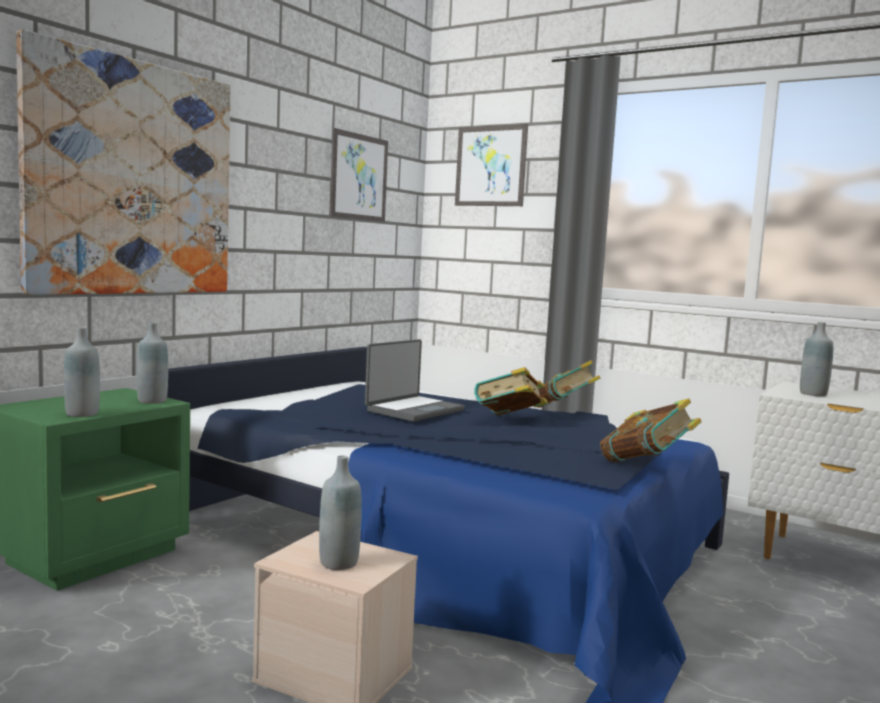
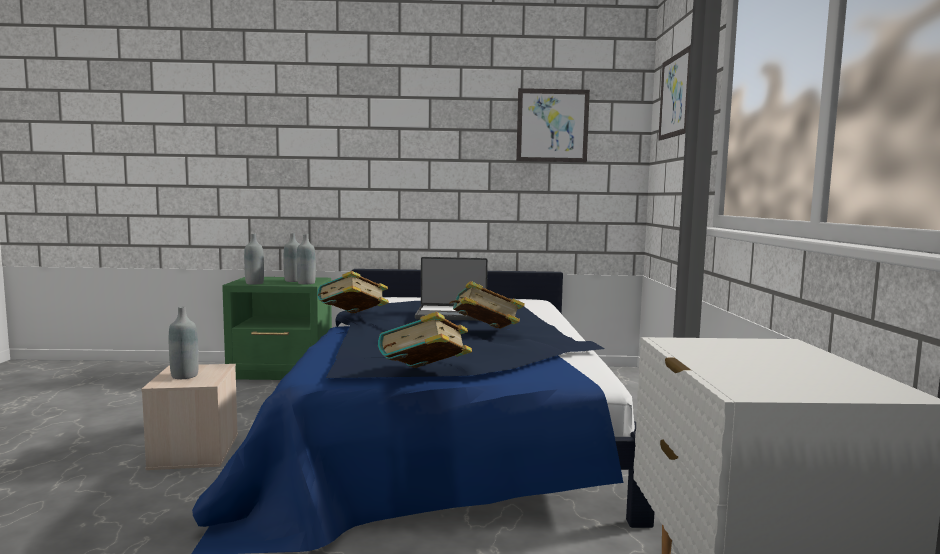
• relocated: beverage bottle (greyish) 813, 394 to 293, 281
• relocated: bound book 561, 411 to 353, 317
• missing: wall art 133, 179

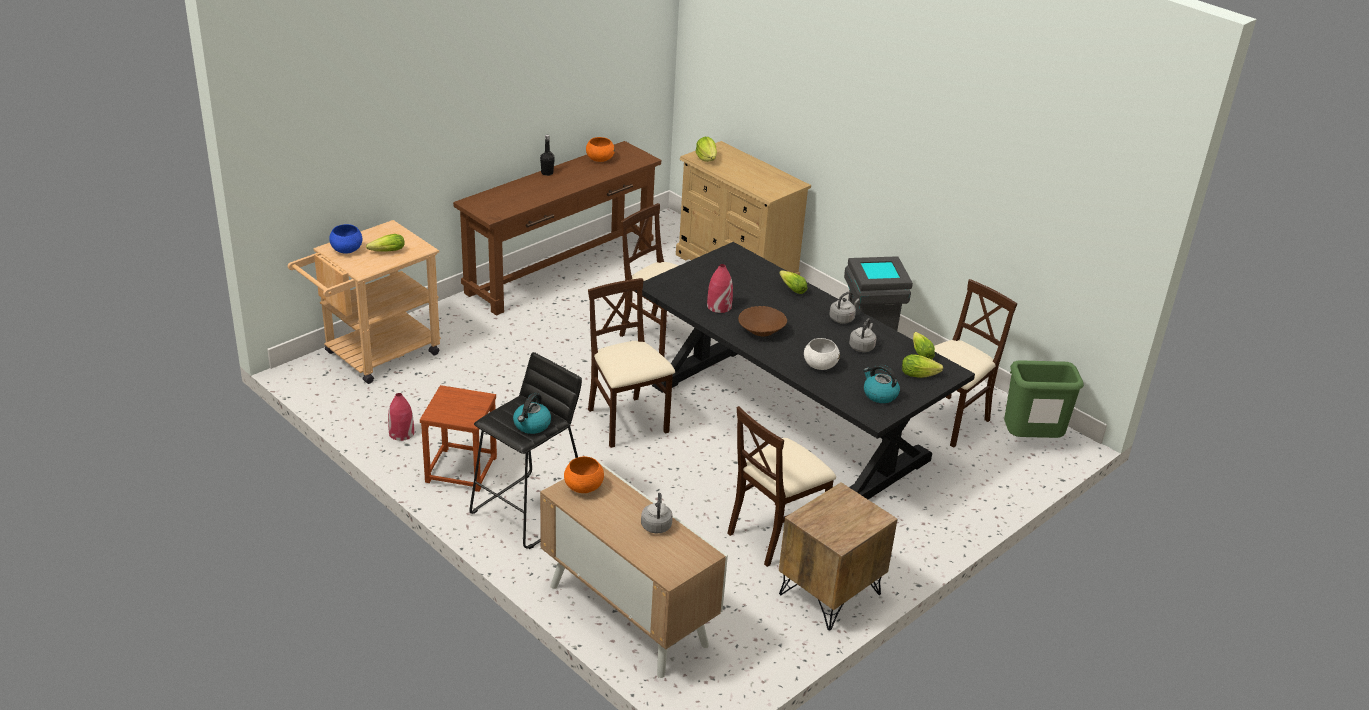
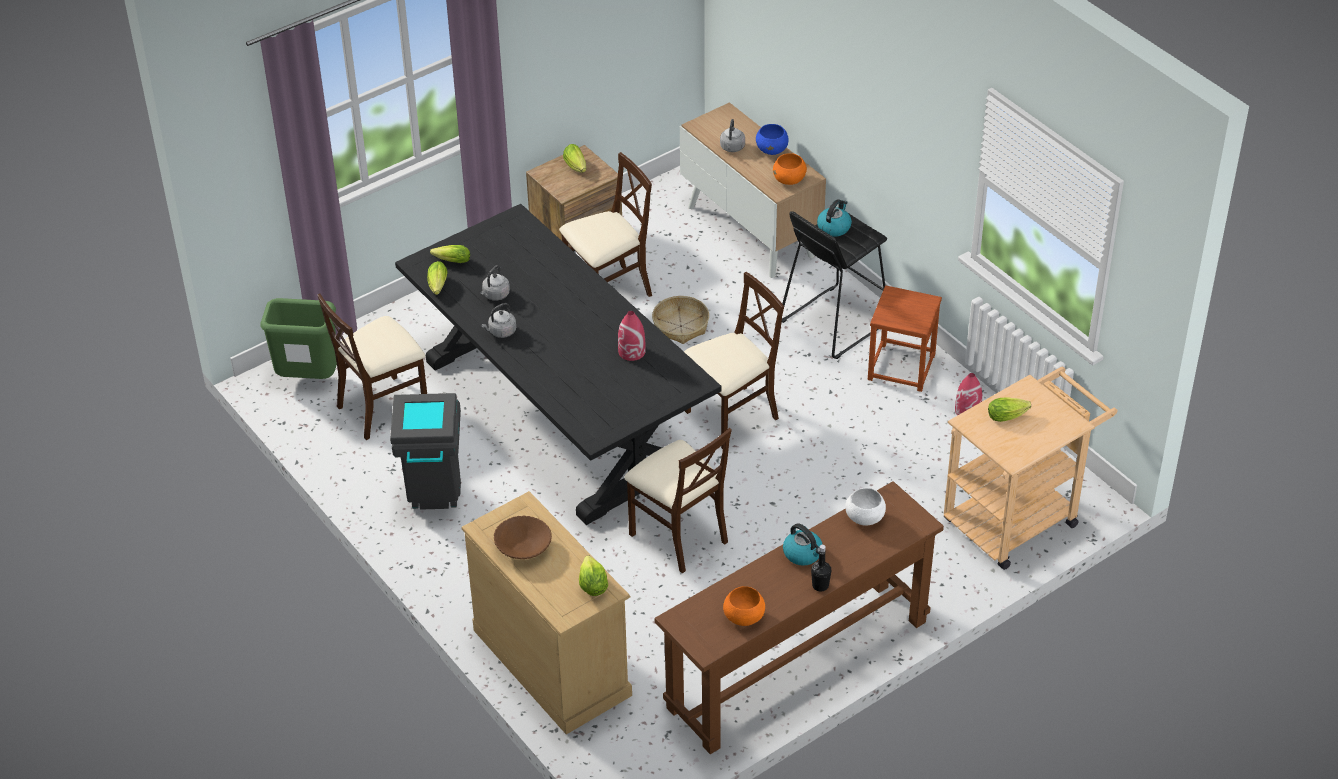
• relocated: bowl (brown-coloured) 761, 331 to 523, 548
• relocated: head of lettuce 791, 288 to 576, 167
• appeared: household basket 681, 326
• spun: chair (beige-coloured) 627, 422 = 731, 417 105 degrees counterclockwise
• relocated: bowl (blue-coloured) 346, 250 to 772, 150
• relocated: kettle 879, 394 to 803, 554
• relocated: bowl (white) 820, 365 to 865, 518

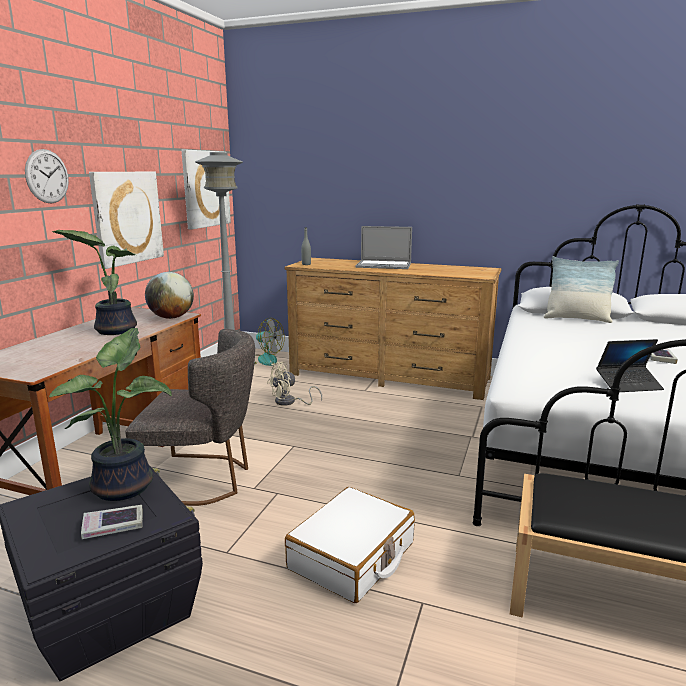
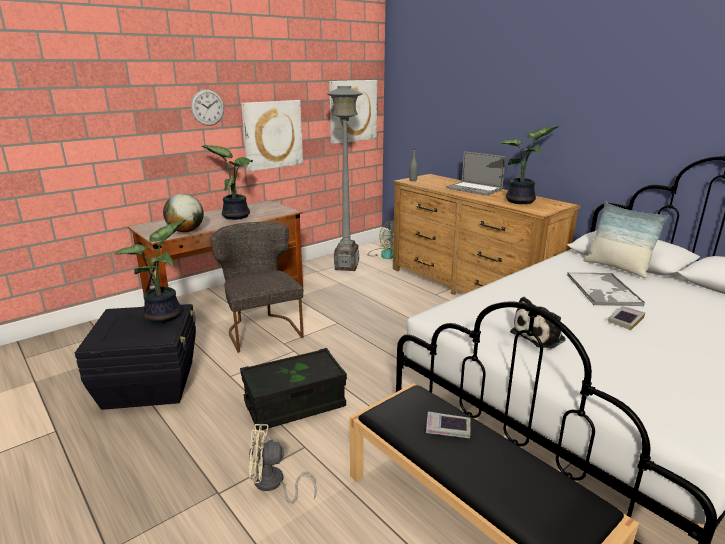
• relocated: world globe 171, 317 to 186, 231
• spun: chair (greyish) 204, 479 = 261, 329 150 degrees counterclockwise
• exchanged: suitcase (white) 352, 556 to storage box (black-coloured) 295, 404
• relocated: cooling fan (beige-coloured) 289, 402 to 273, 484
• relocated: bound book 113, 526 to 448, 428
• appeared: plant in a pot 522, 201
• exchanged: notebook computer 628, 385 to plush toy 540, 336
• appeared: carrying tray 603, 290

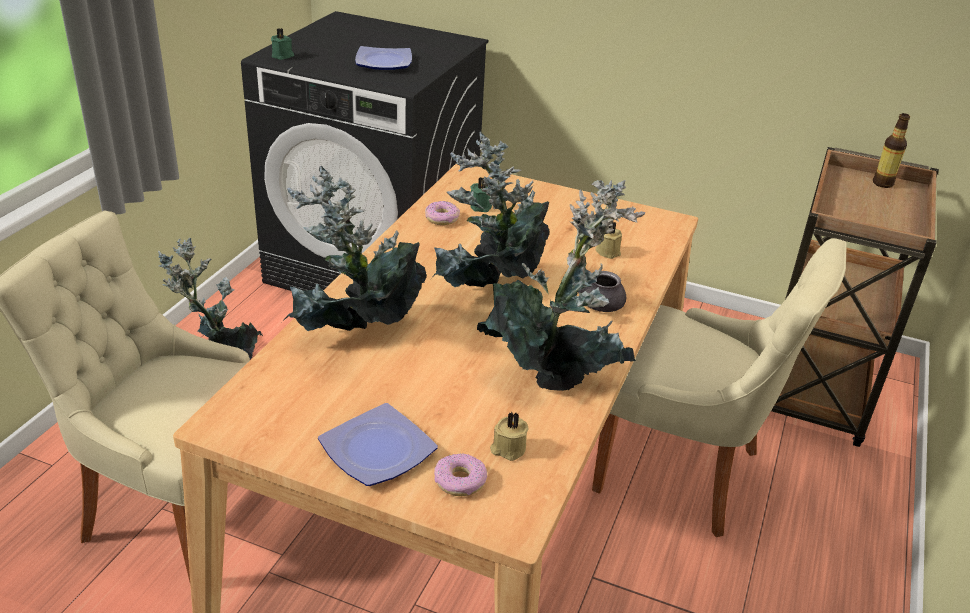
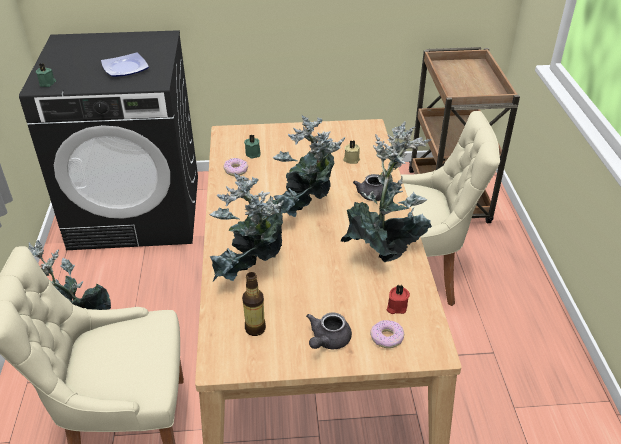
• relocated: beverage bottle 882, 183 to 255, 328
• exchanged: flat dish 377, 452 to tea pot (greyish) 327, 341
• colour: wax candle (beige-coloured) 508, 449 to wax candle (reddish) 396, 307

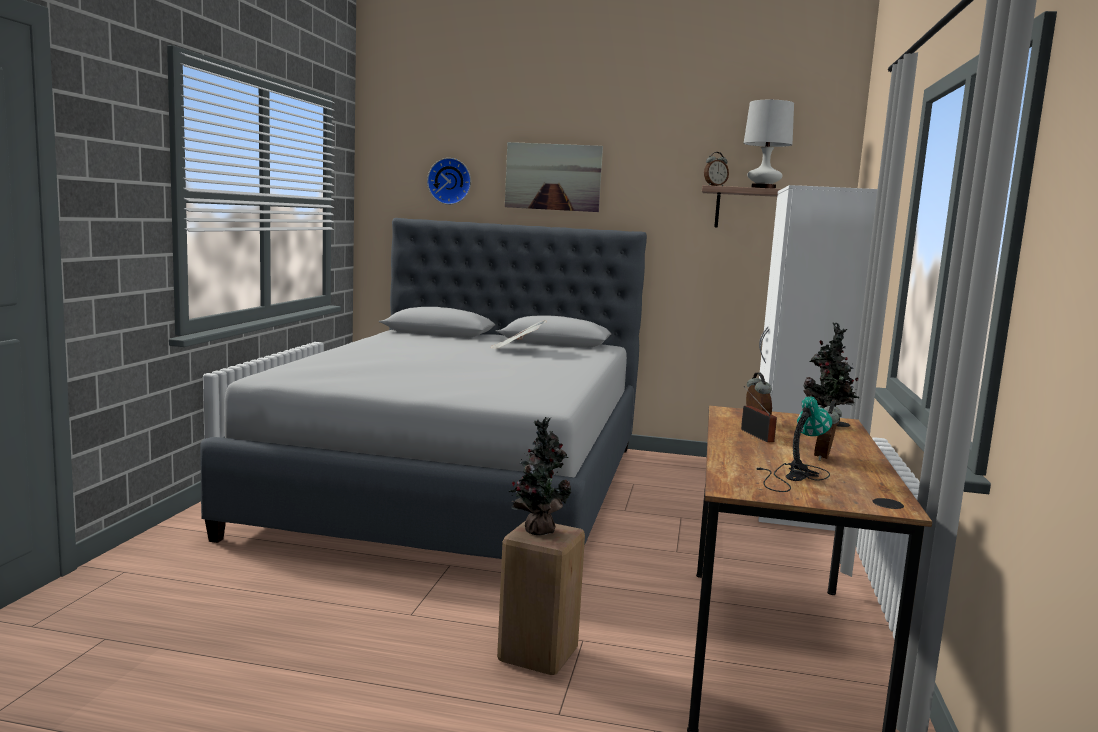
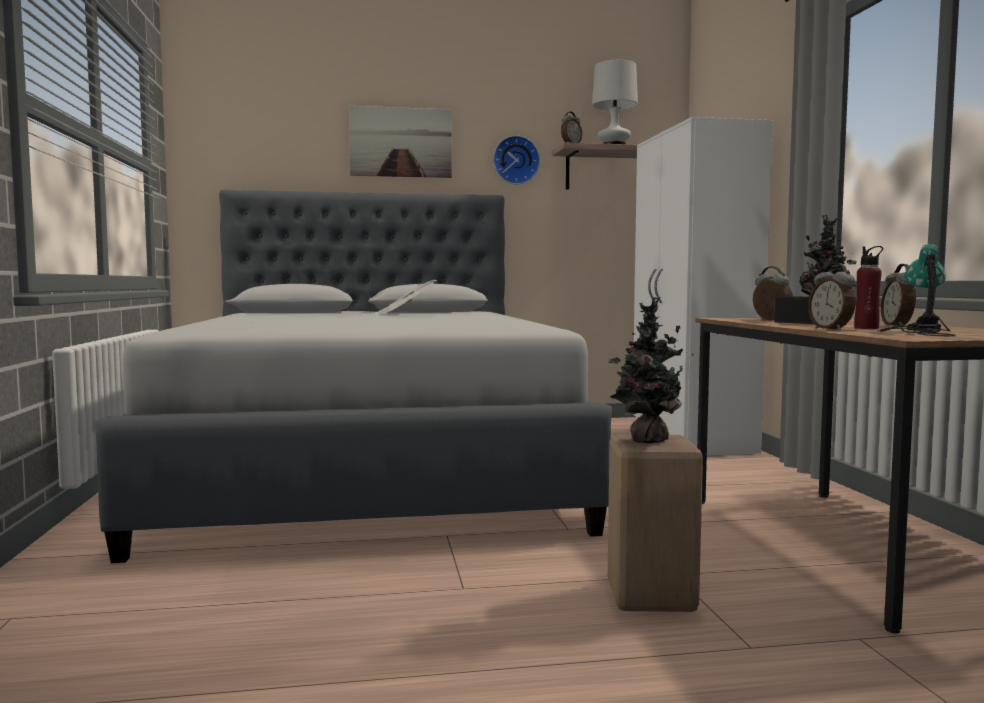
• relocated: wall clock 450, 181 to 515, 160
• appeared: table clock 831, 329
• appeared: beverage bottle (reddish) 866, 328

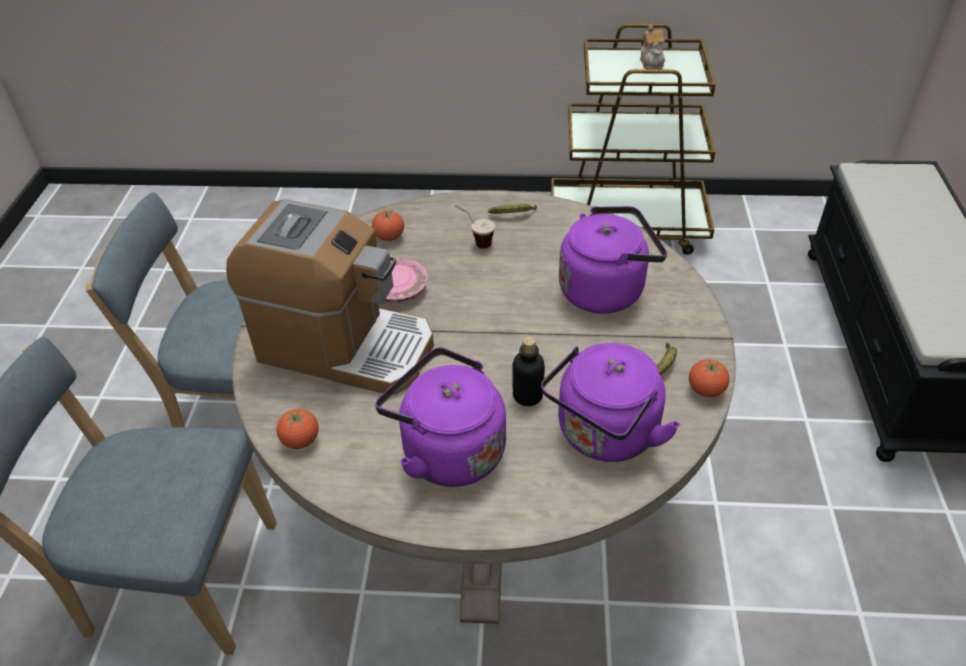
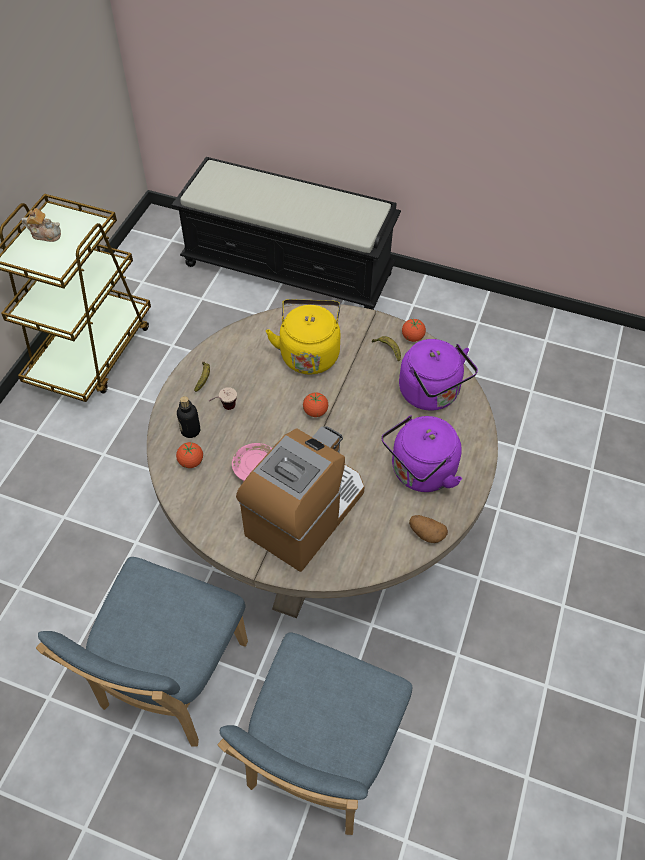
• relocated: beverage bottle 527, 396 to 190, 430
• colour: kettle (purplish) 606, 290 to kettle (yellow-coloured) 309, 353
• relocated: fresh tomato 300, 440 to 315, 411
• appeared: spud 426, 533

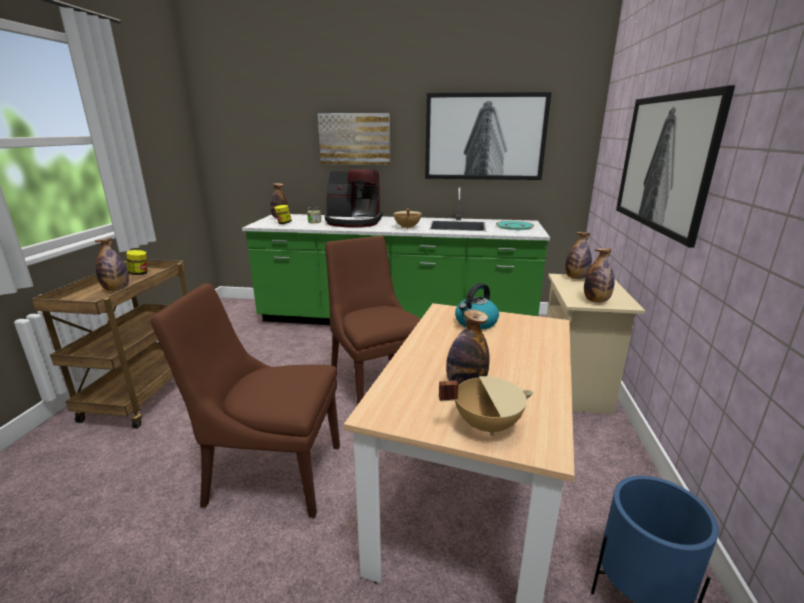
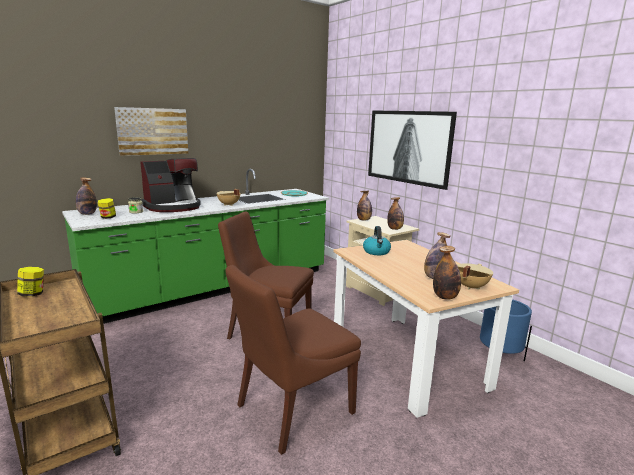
• relocated: beverage bottle 116, 289 to 445, 297
• missing: wall art 485, 137

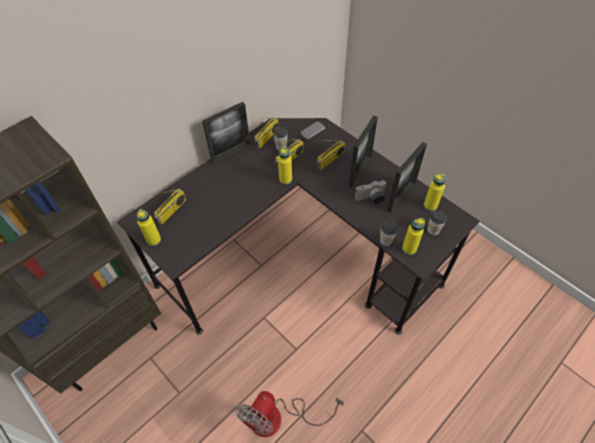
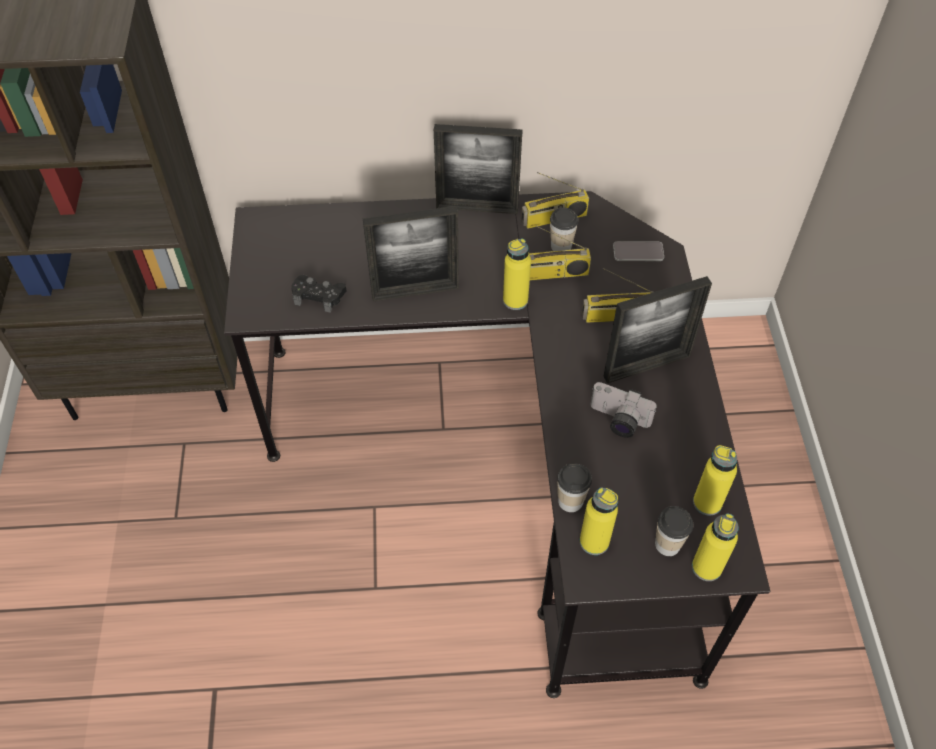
• appeared: gamepad (black-coloured) 318, 296
• relocated: standing frame 401, 197 to 415, 291
• relocated: beverage bottle (yellow-coloured) 154, 240 to 706, 567
• missing: radio receiver 171, 211
• missing: cooling fan 278, 418

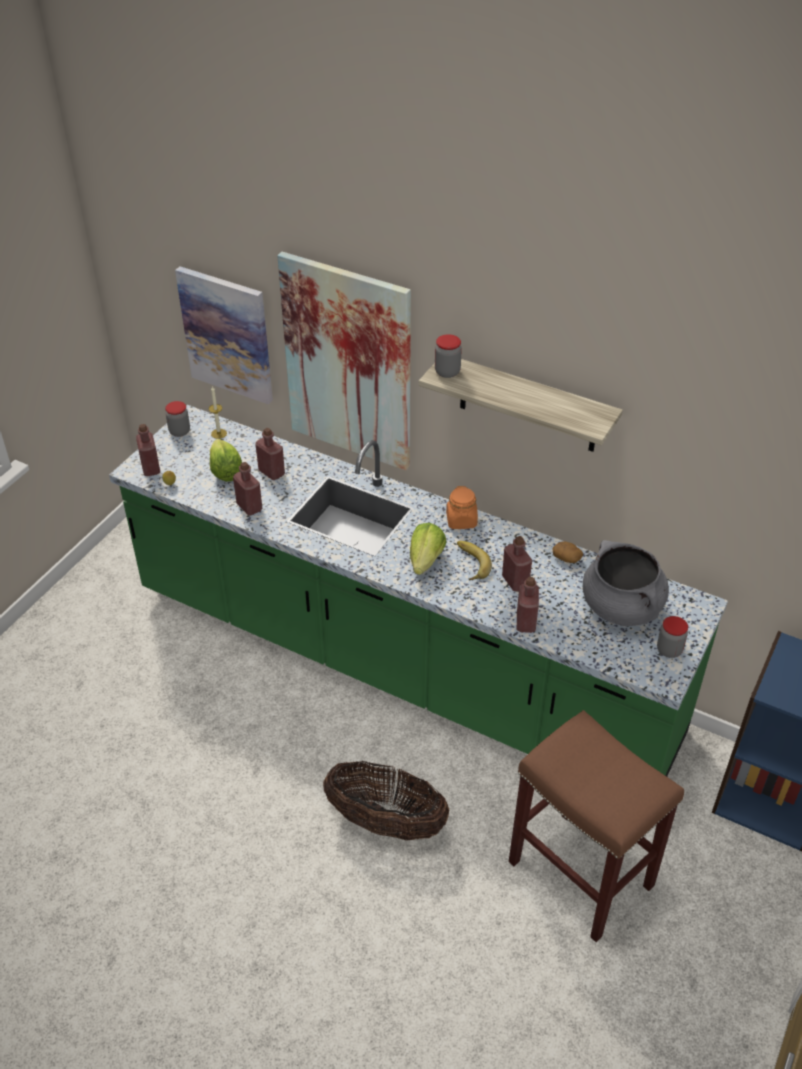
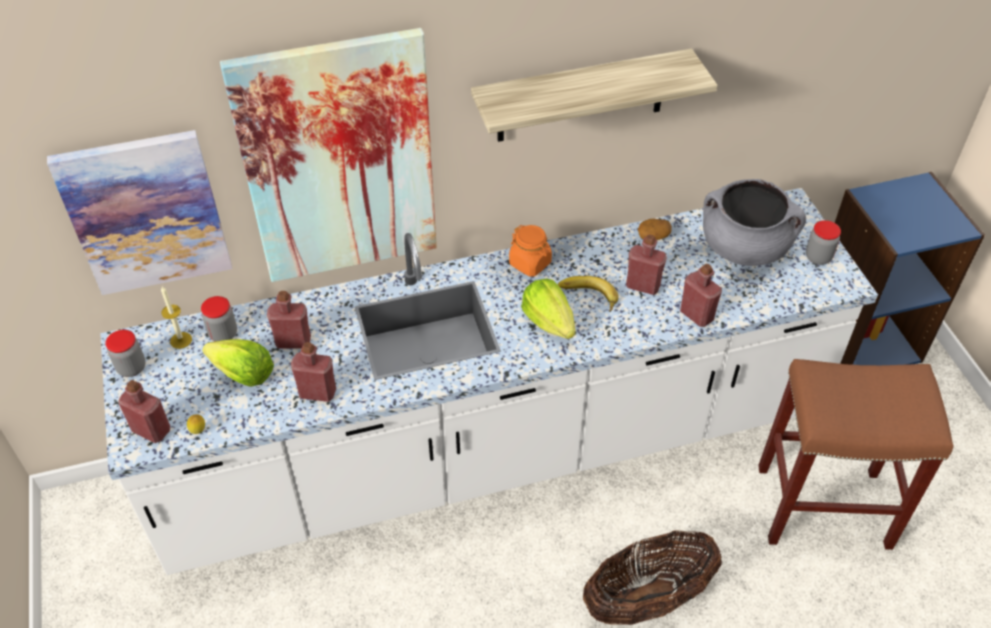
• colour: kitchen counter (greenish) 401, 664 to kitchen counter (white) 495, 451
• relocated: jar 447, 372 to 223, 334

